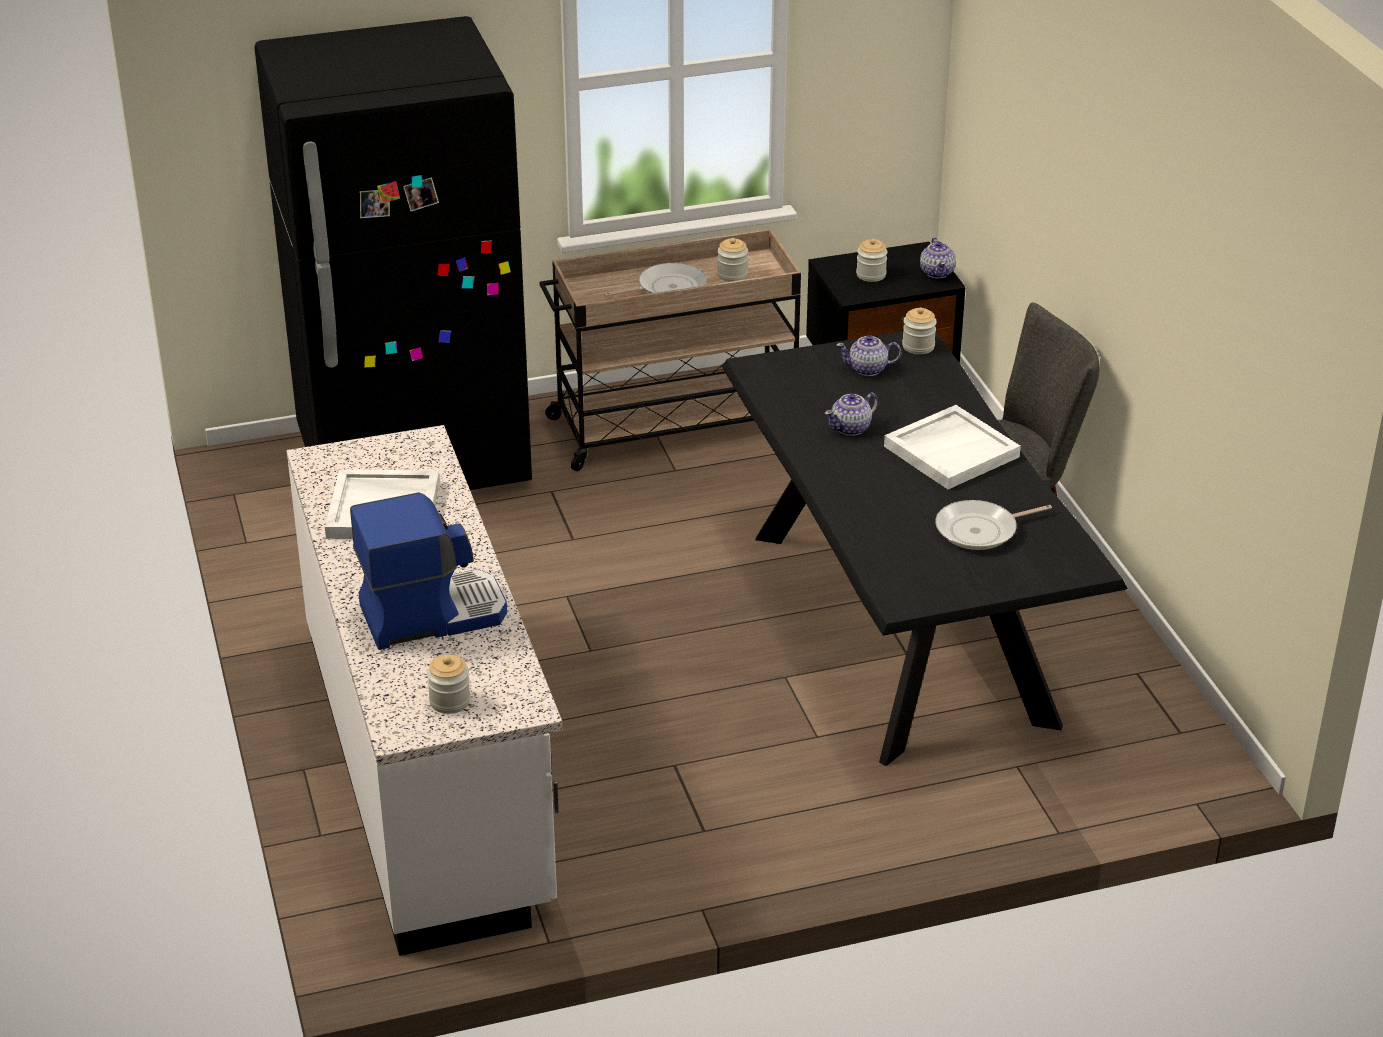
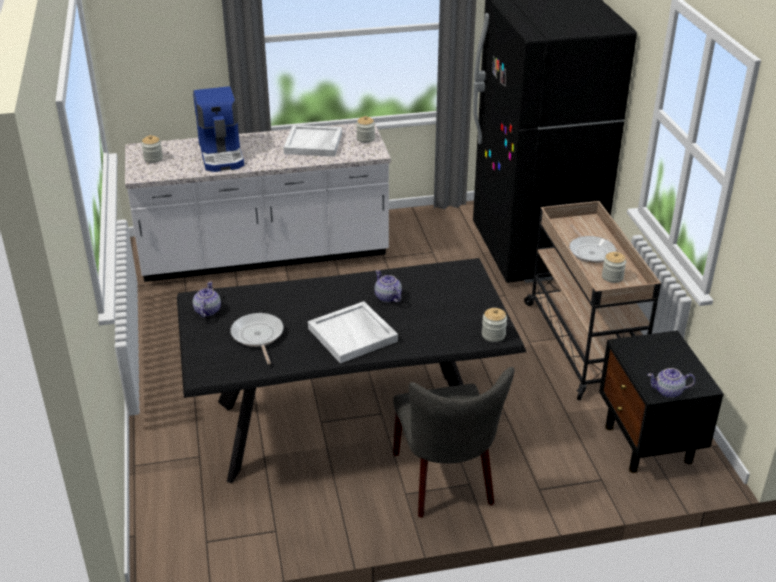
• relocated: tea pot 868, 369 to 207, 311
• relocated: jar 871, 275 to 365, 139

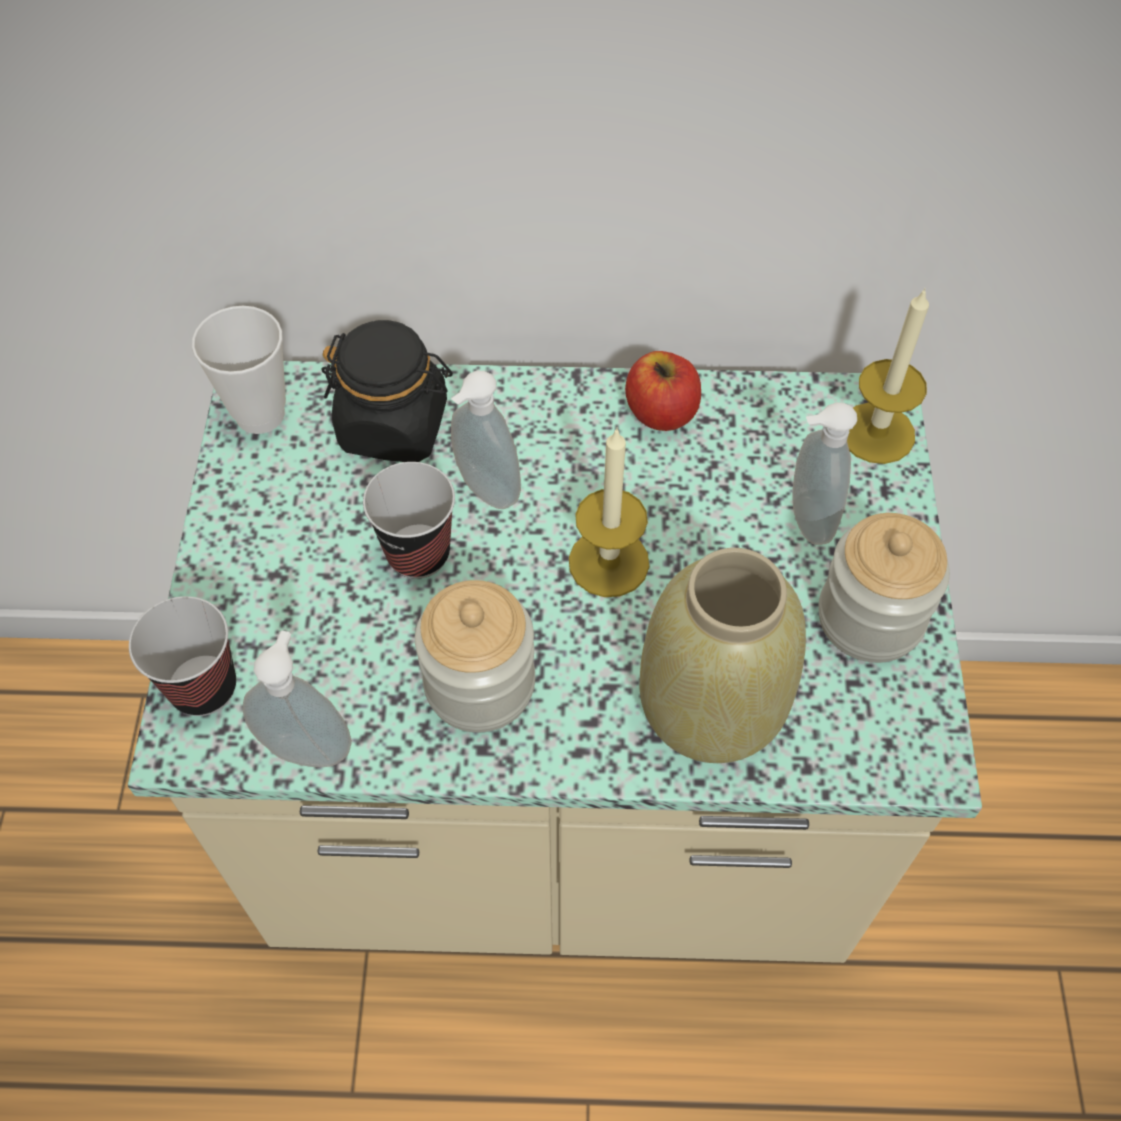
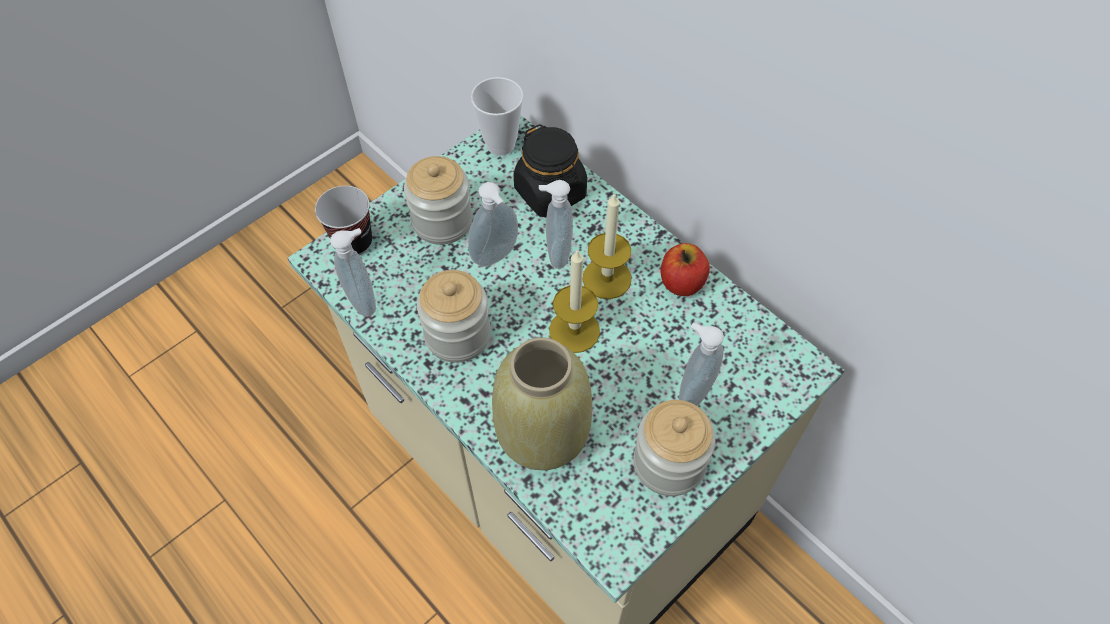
• appeared: jar 442, 221
• exchanged: small cup 418, 553 to soap bottle 497, 257
• relocated: wax candle 876, 433 to 607, 278

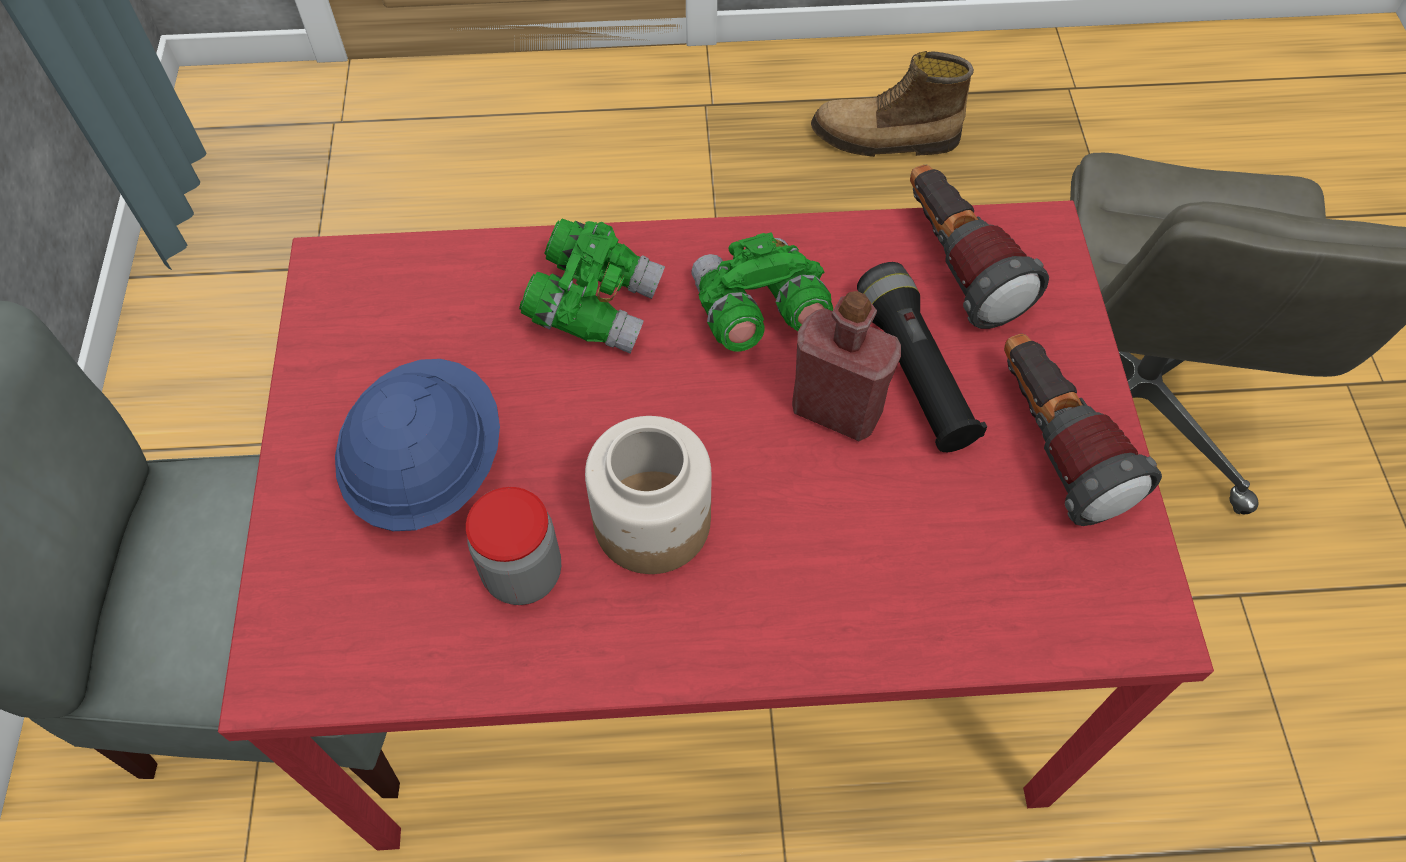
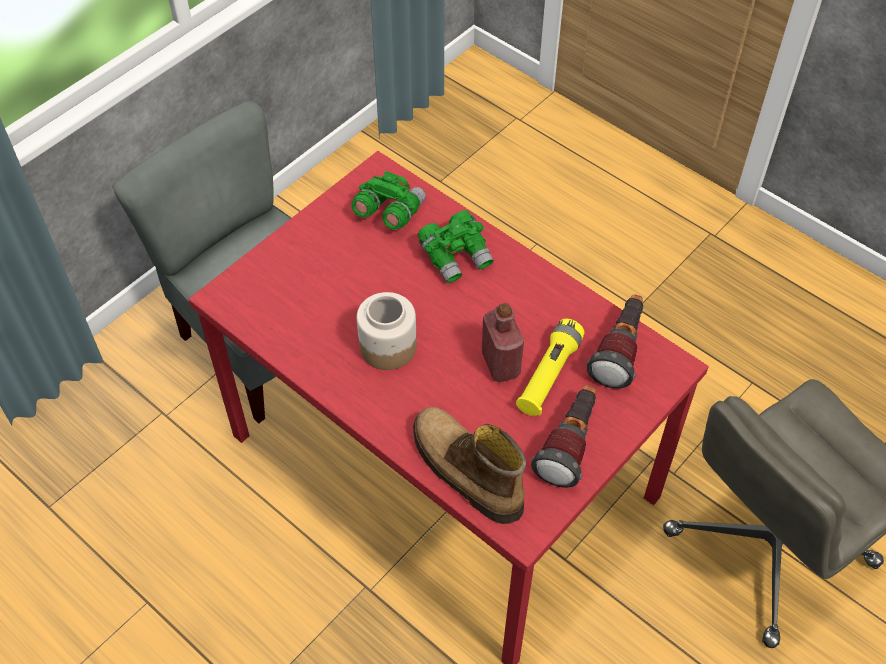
• relocated: field glasses (greenish) 756, 313 to 389, 212
• relocated: tall boot 884, 139 to 465, 472
• colour: torch (black-coloured) 914, 371 to torch (yellow-coloured) 549, 375
• missing: work helmet (blue-coloured) 427, 467
• missing: jar 523, 573

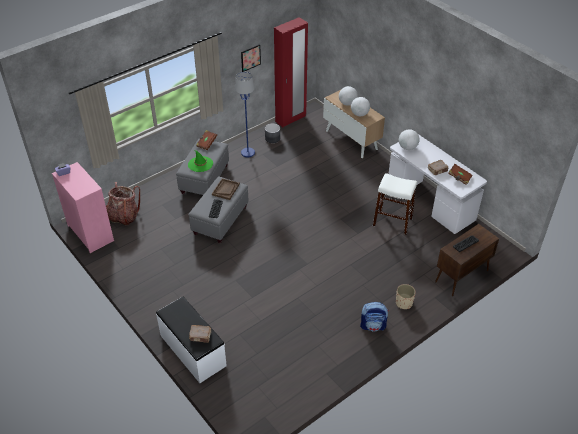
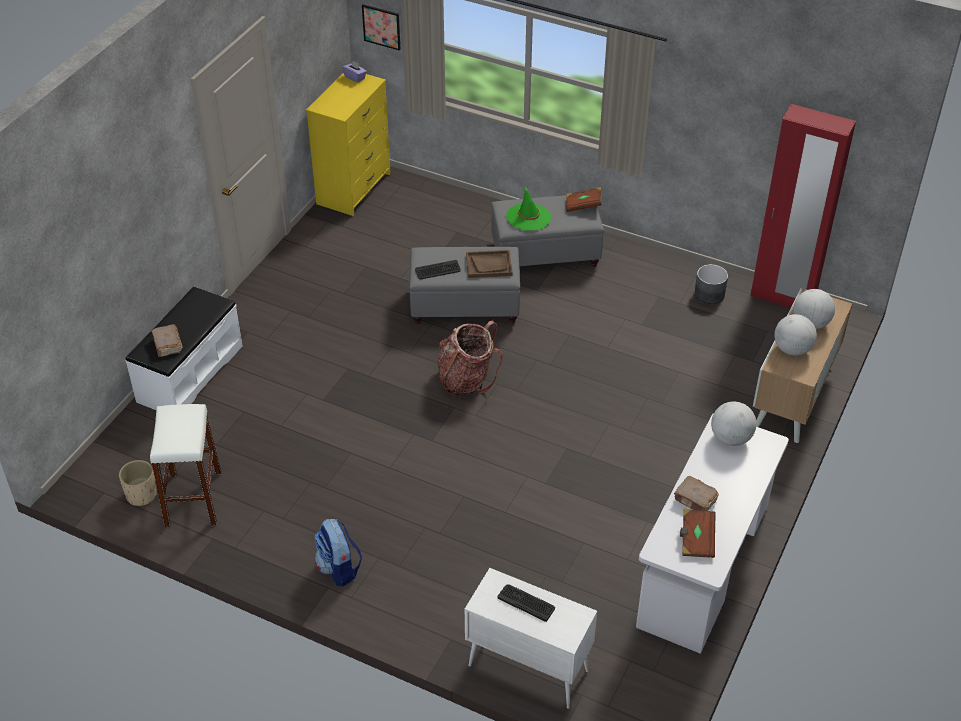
• relocated: flower pot (beige-coloured) 404, 303 to 142, 495
• relocated: stool seat (white) 392, 222 to 193, 498
• colour: chest of drawers (pinkish) 91, 233 to chest of drawers (yellow-coloured) 354, 189
• relocated: wall art 250, 58 to 381, 27
• relocated: knapsack 124, 216 to 466, 379
• colour: cupboard (brown-coloured) 461, 277 to cupboard (white) 527, 668
• missing: standard lamp (blue-coloured) 248, 152

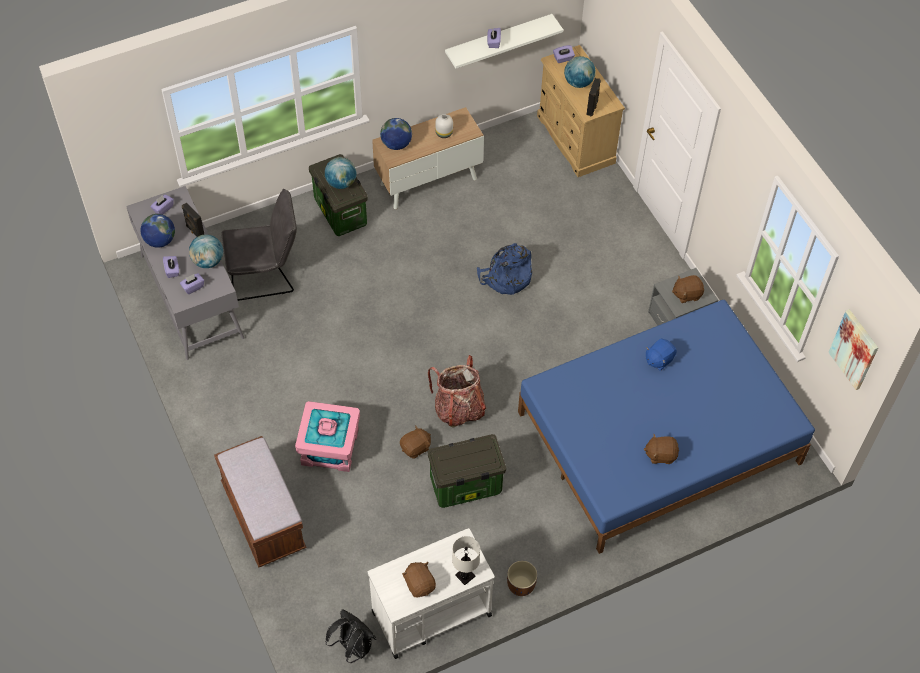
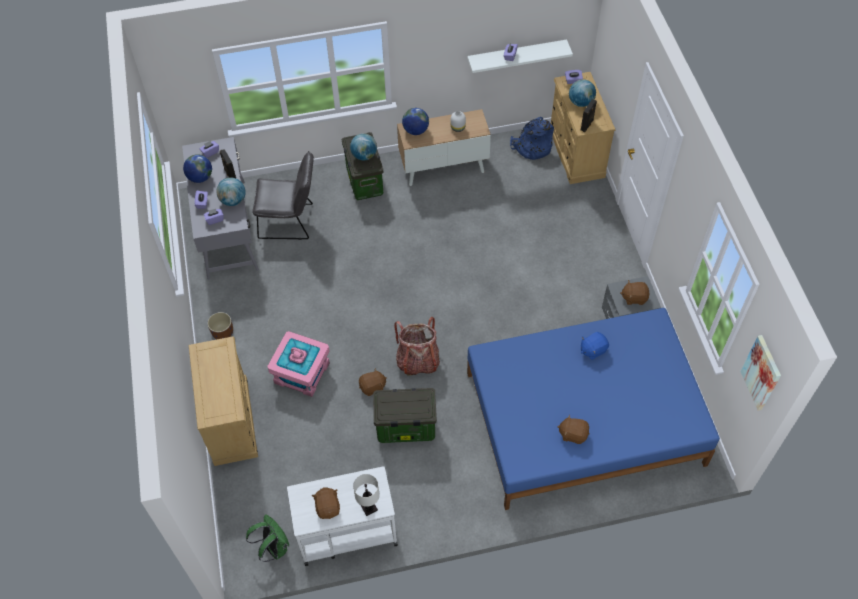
• exchanged: indoor bench (brown-coloured) 263, 517 to chest of drawers (beige-coloured) 231, 421
• relocated: flower pot (brown-coloured) 521, 585 to 223, 333
• colour: knapsack (black-coloured) 353, 646 to knapsack (greenish) 273, 547
• relocated: knapsack (blue-coloured) 505, 278 to 532, 147

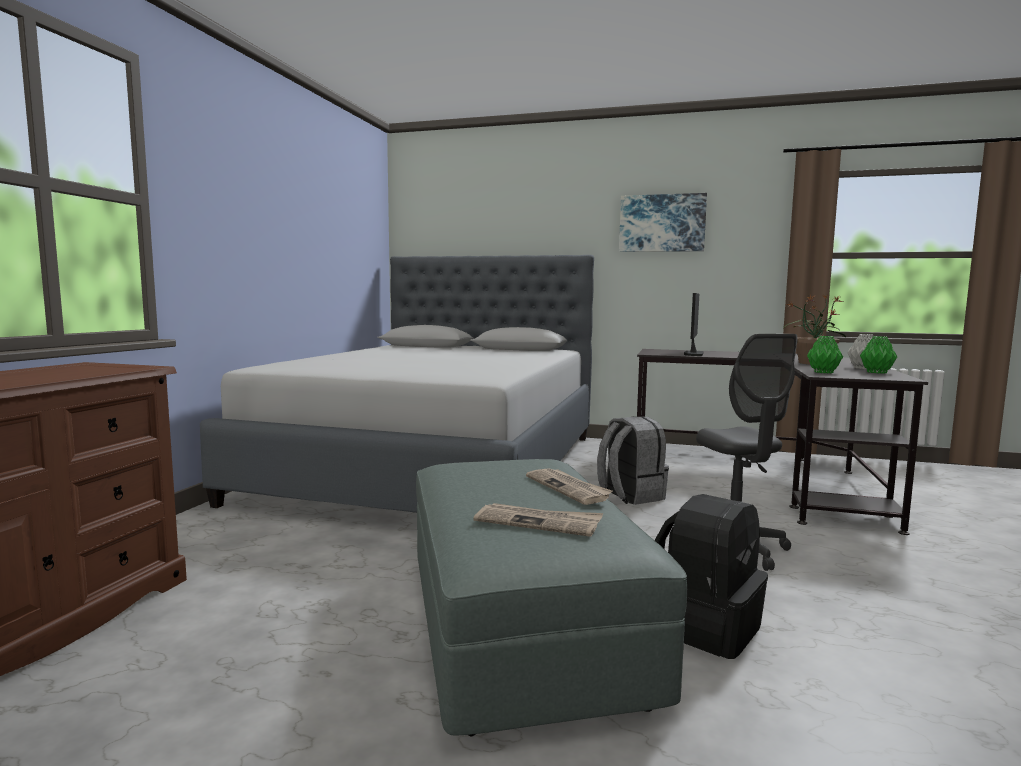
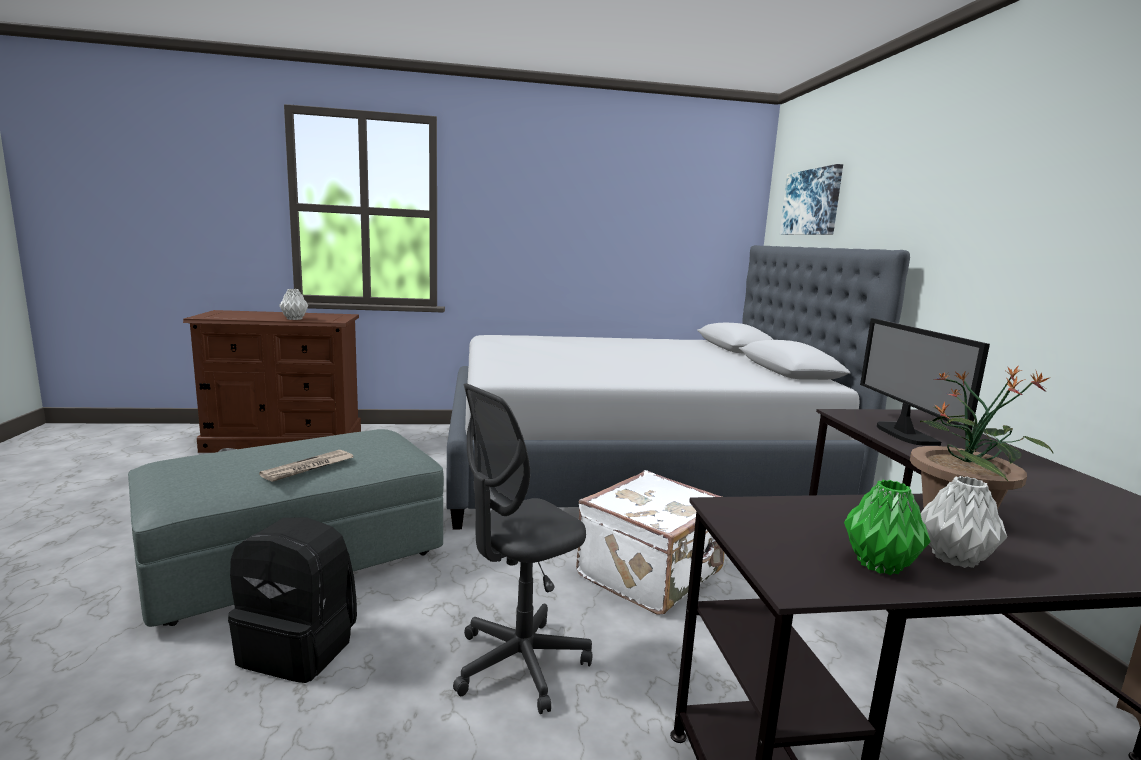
• appeared: decorative vase (greyish) 295, 319
• exchanged: knapsack (greyish) 630, 495 to suitcase (white) 652, 574
• relocated: wall art 662, 223 to 812, 202
• spun: computer display 693, 354 = 903, 434 90 degrees counterclockwise
• missing: daily paper 538, 522
• missing: decorative vase (greenish) 824, 372

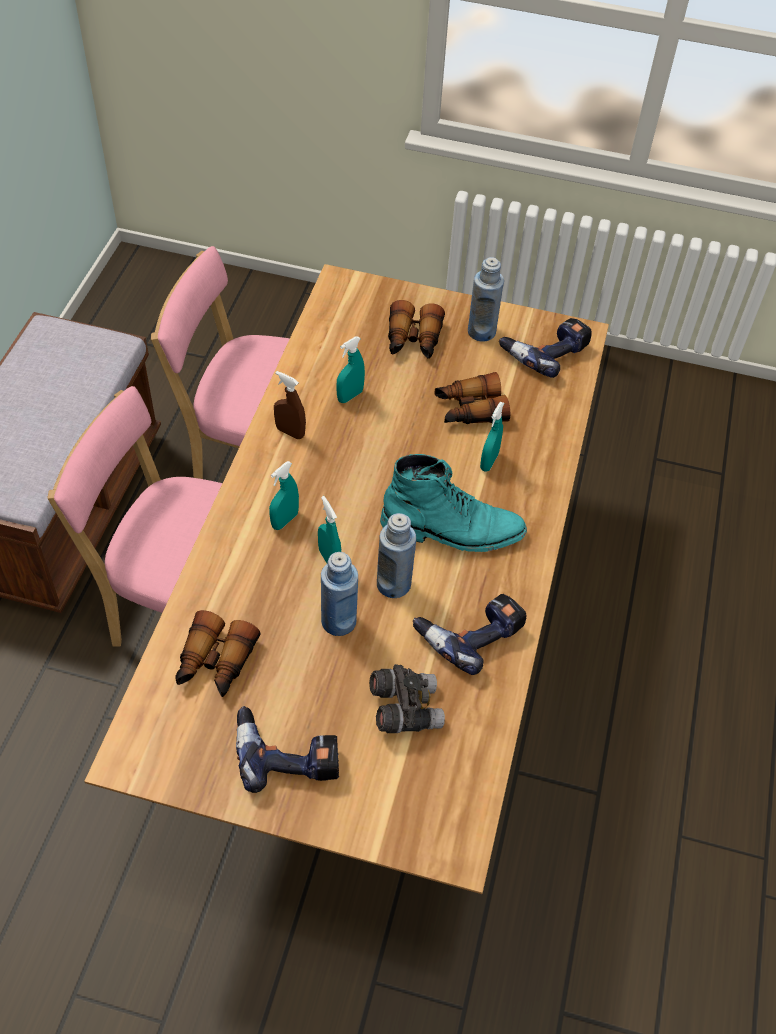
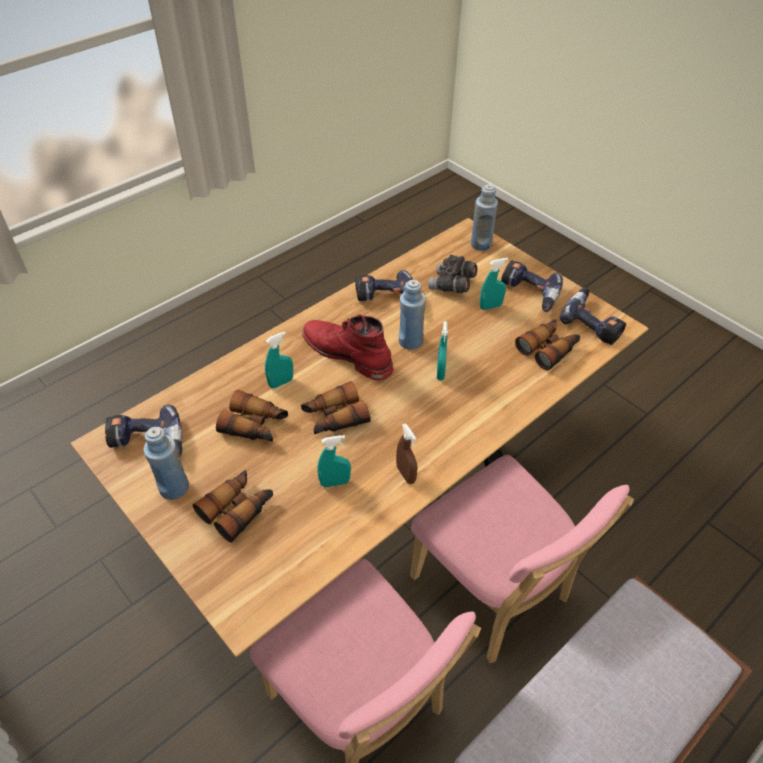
• appeared: field glasses 334, 417
• colour: tall boot (blue-green) 452, 530 to tall boot (reddish) 347, 353
• relocated: beverage bottle (blue-coloured) 339, 621 to 481, 244
• relocated: sprayer (blue-green) 284, 520 to 490, 306
• appeared: power drill 593, 322

